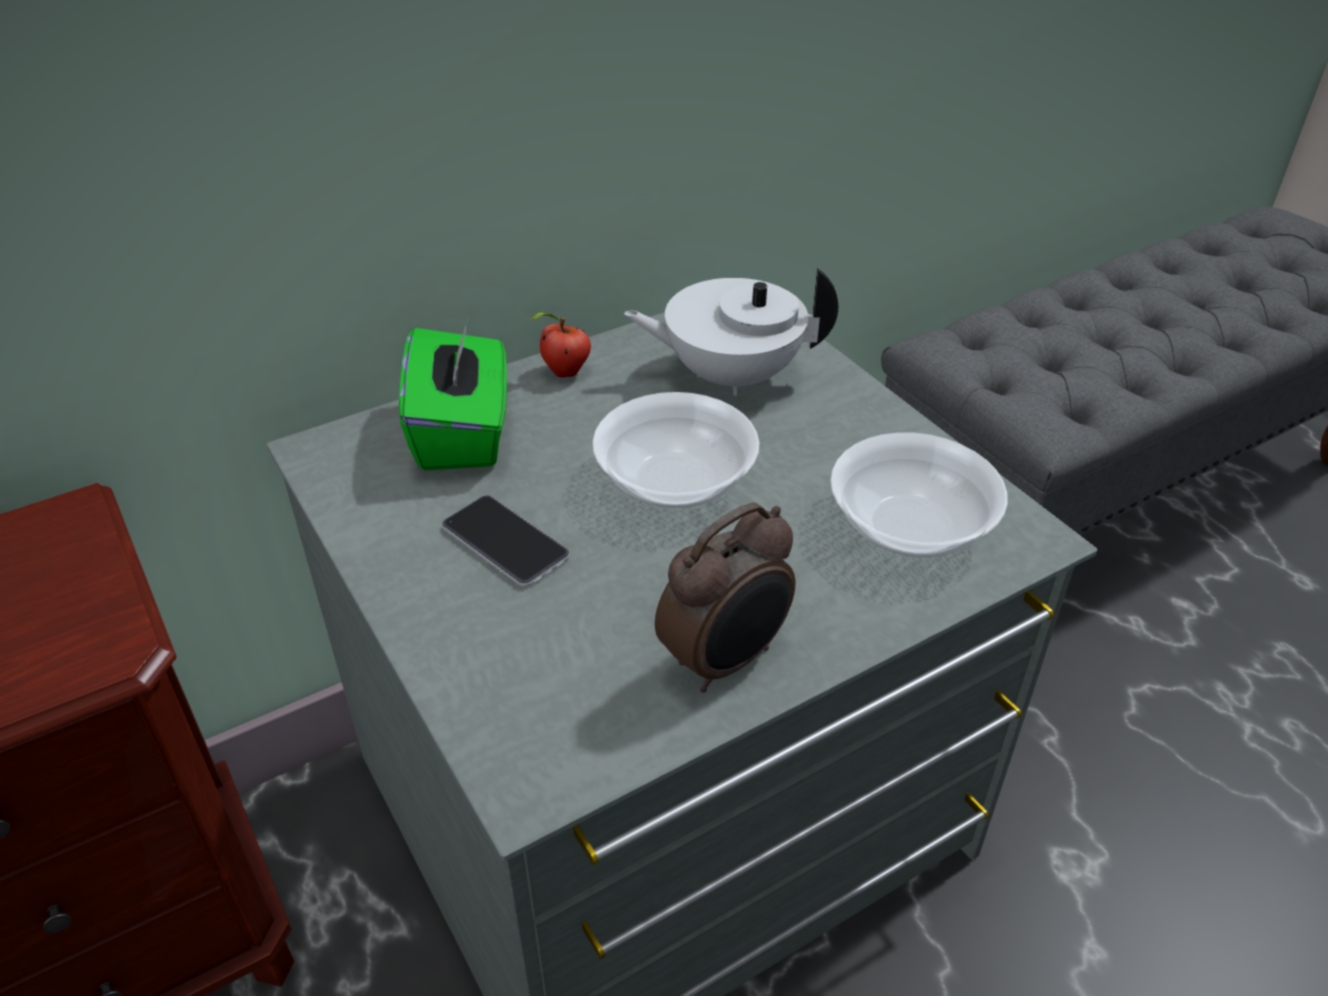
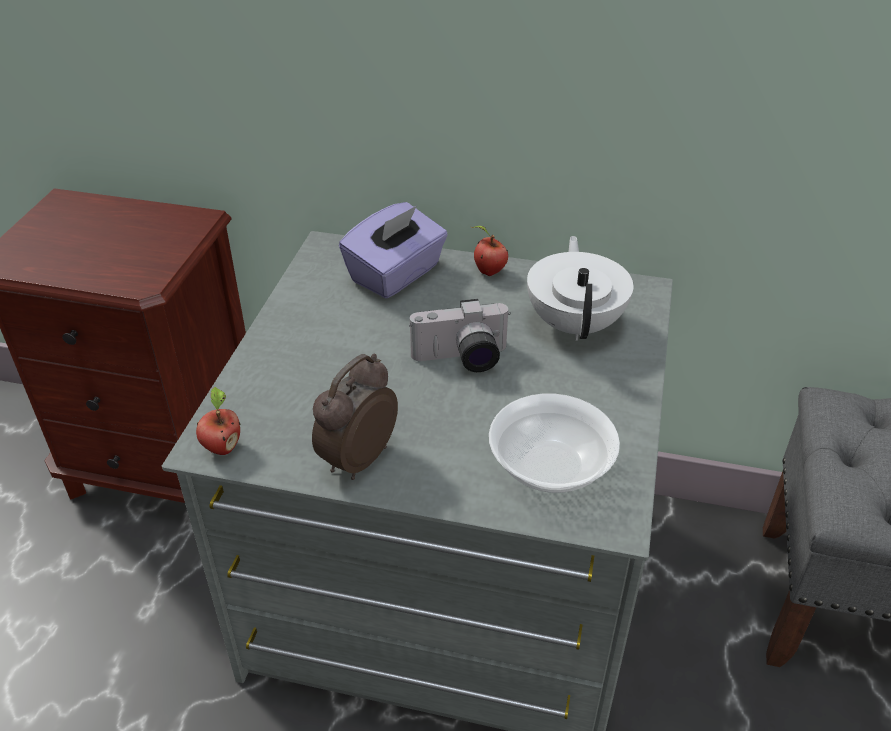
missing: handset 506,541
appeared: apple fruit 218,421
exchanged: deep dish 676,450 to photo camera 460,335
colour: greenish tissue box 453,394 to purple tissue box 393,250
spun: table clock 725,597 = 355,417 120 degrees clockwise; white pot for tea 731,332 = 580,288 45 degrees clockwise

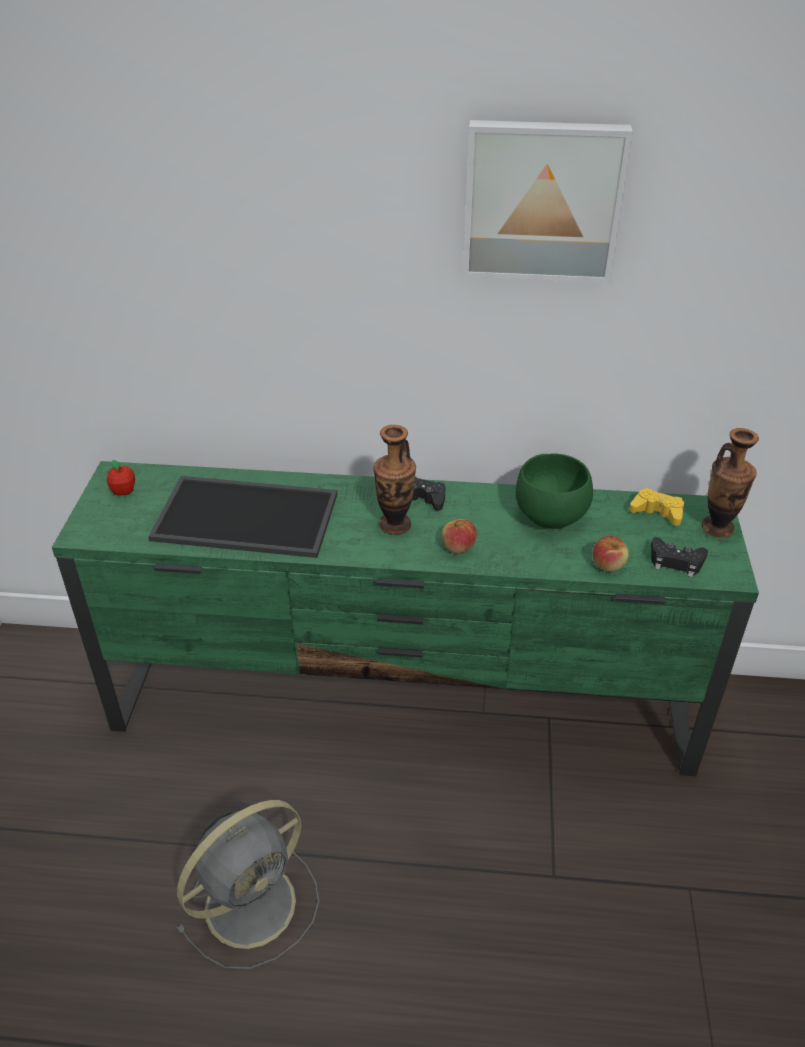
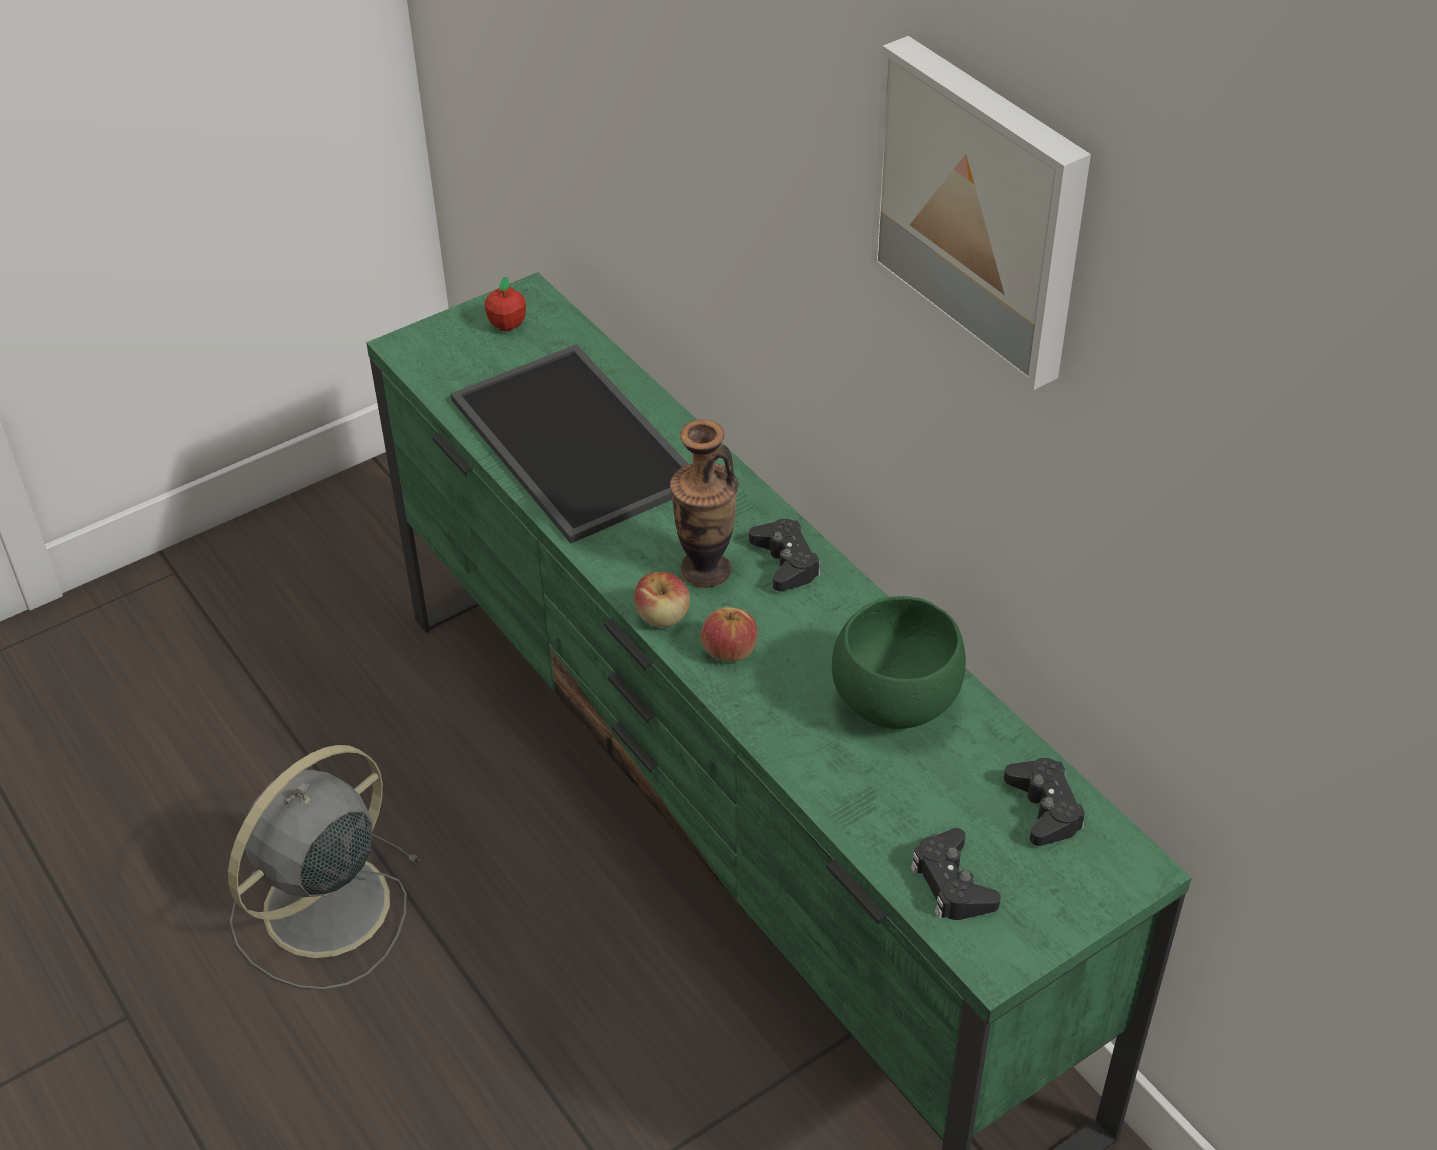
missing: decorative vase 730,483
relocated: apple fruit 610,554 to 662,599
colour: yellow joypad 656,506 to blackish joypad 1044,802
spun: greyish cooling fan 247,884 = 324,867 120 degrees clockwise

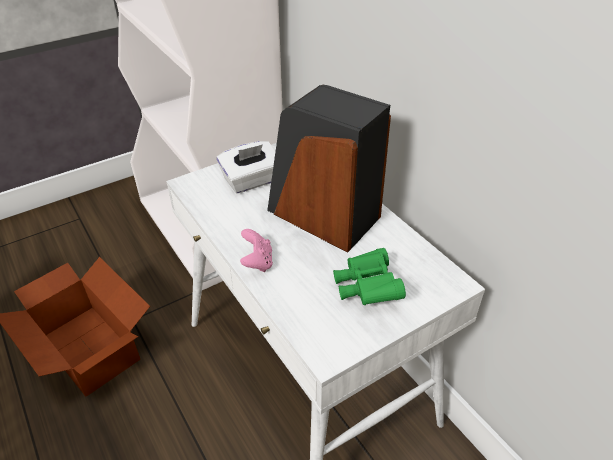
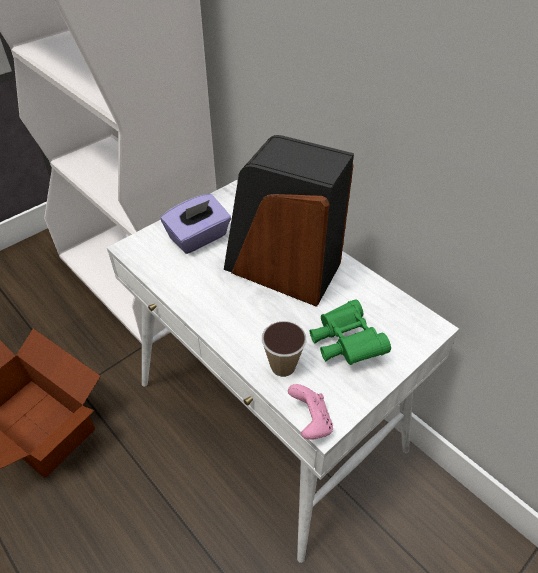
appeared: cup 284,349
relocated: pink-coloured joypad 256,250 to 310,412
colour: white tissue box 246,167 to purple tissue box 196,224

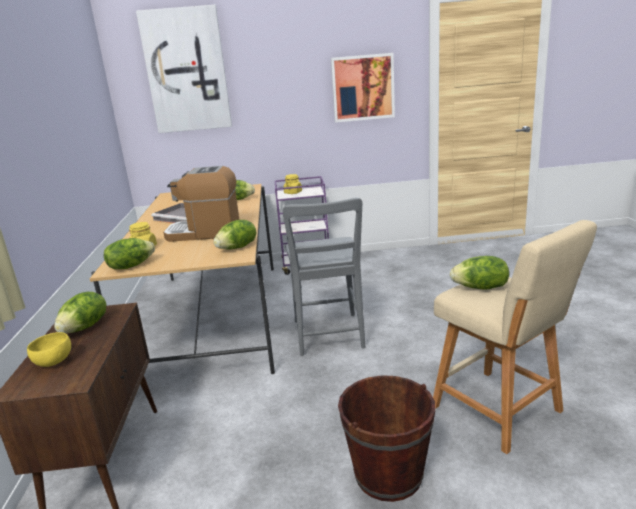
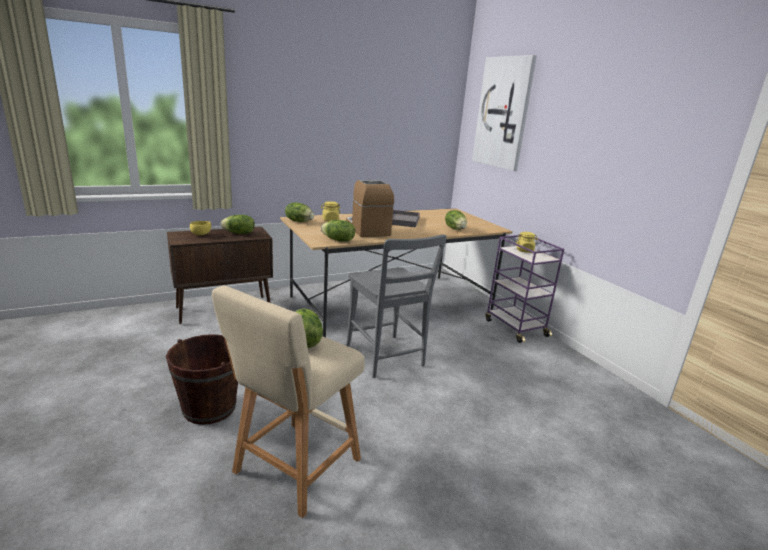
missing: wall art 363,87
spun: greyish chair 324,277 = 396,306 90 degrees counterclockwise

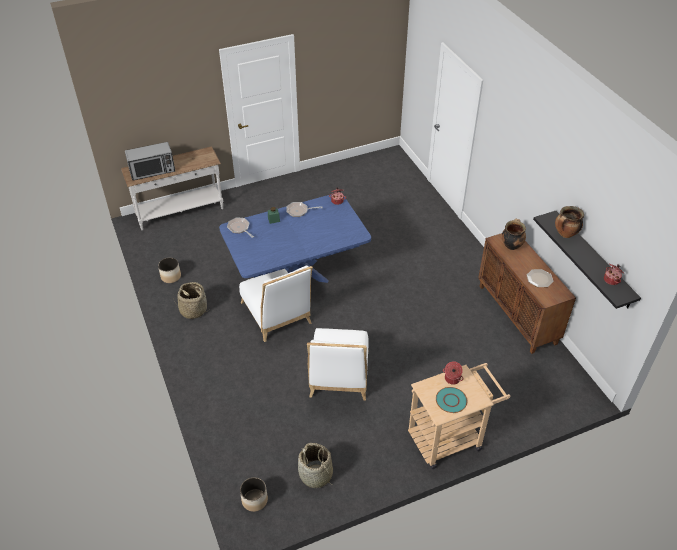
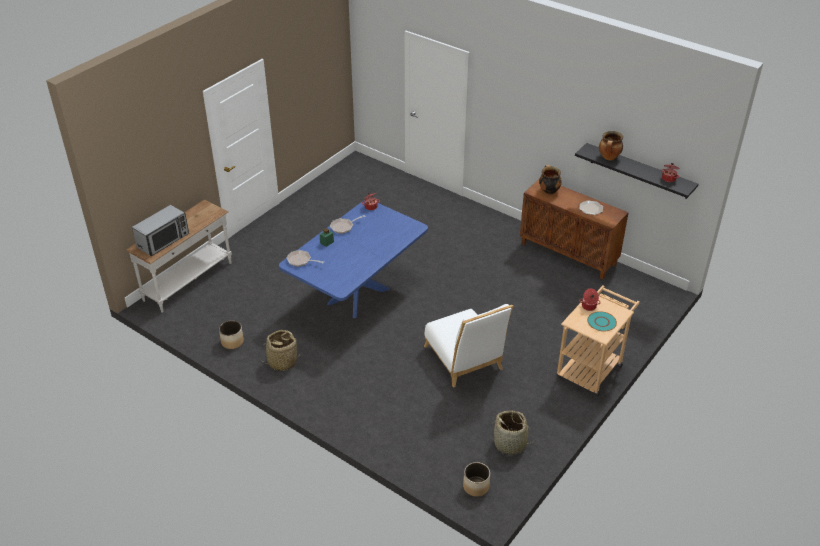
missing: white chair 276,304

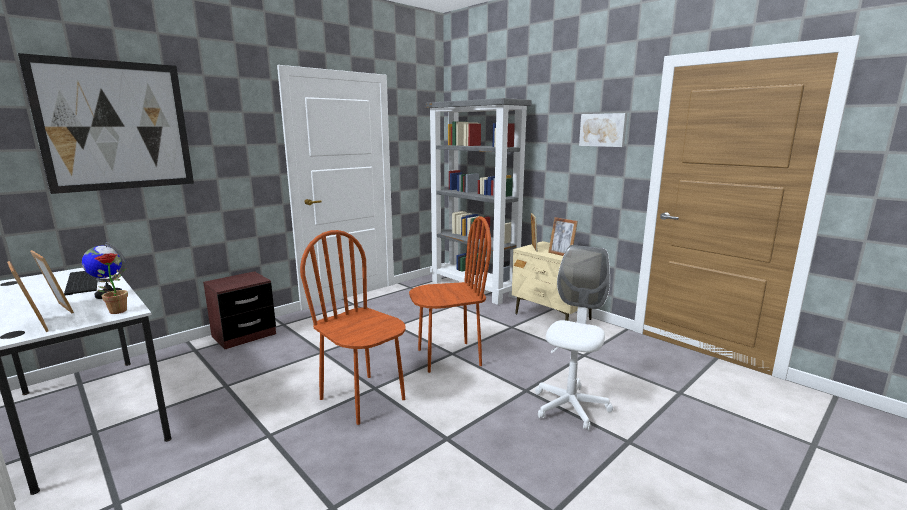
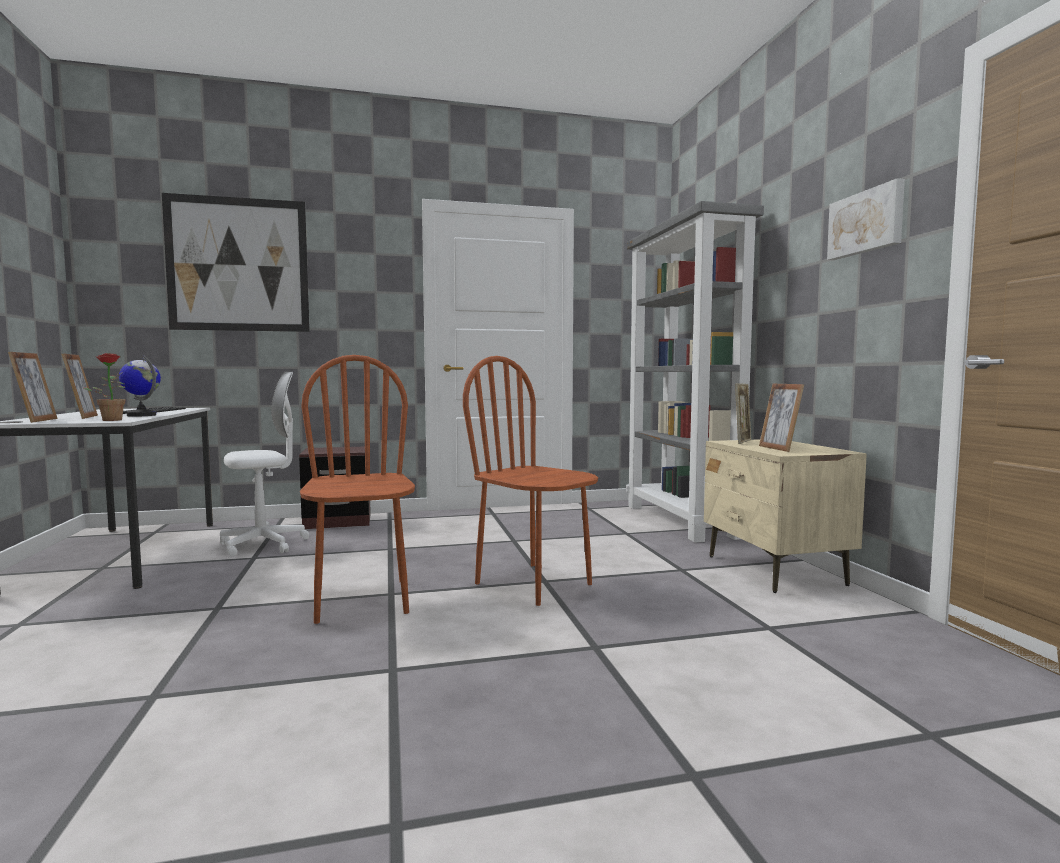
relocated: white desk chair 574,338 to 265,464
spun: brown chair 450,294 = 530,481 150 degrees counterclockwise

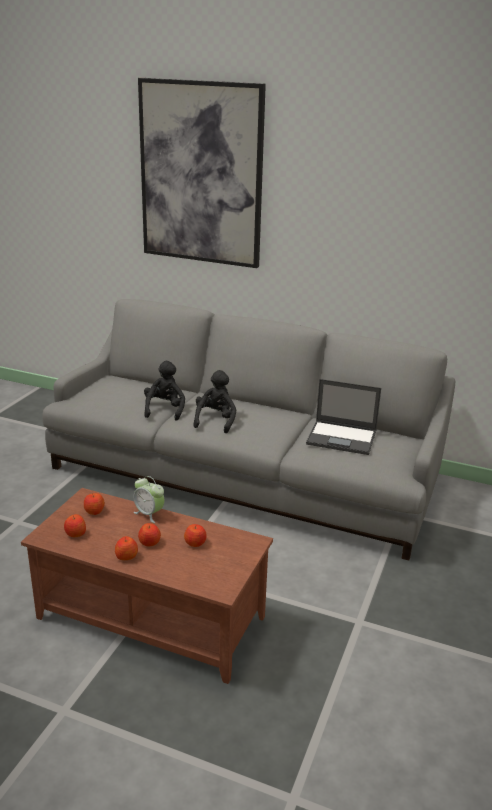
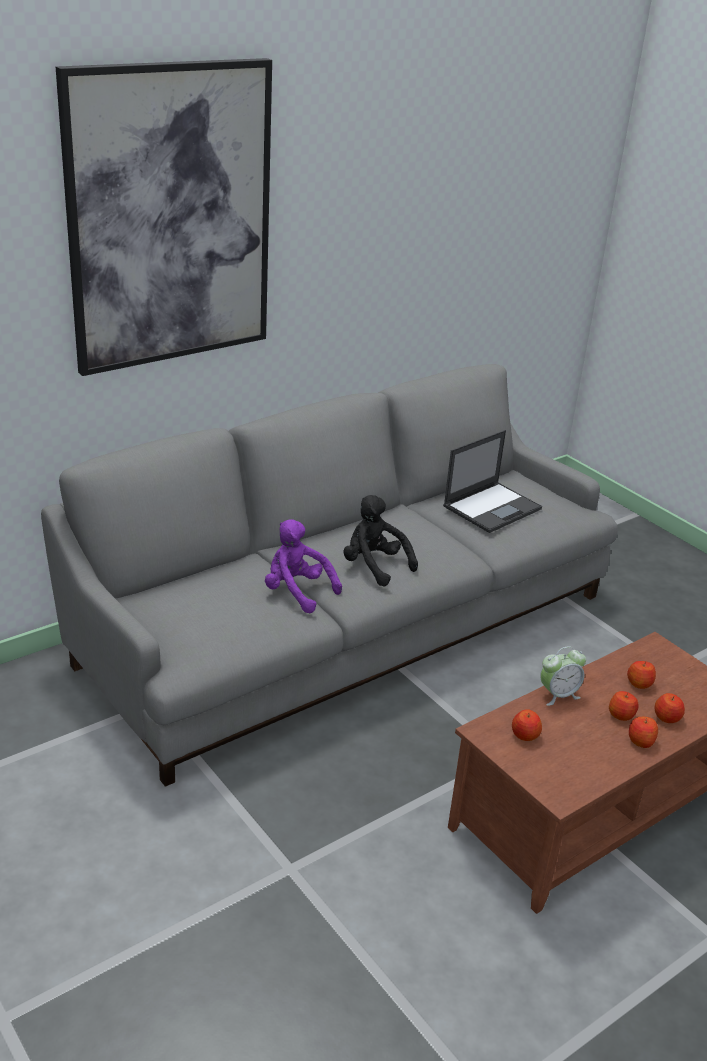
relocated: apple fruit 75,525 to 669,708
colour: blackish soft toy 164,391 to purple soft toy 303,566

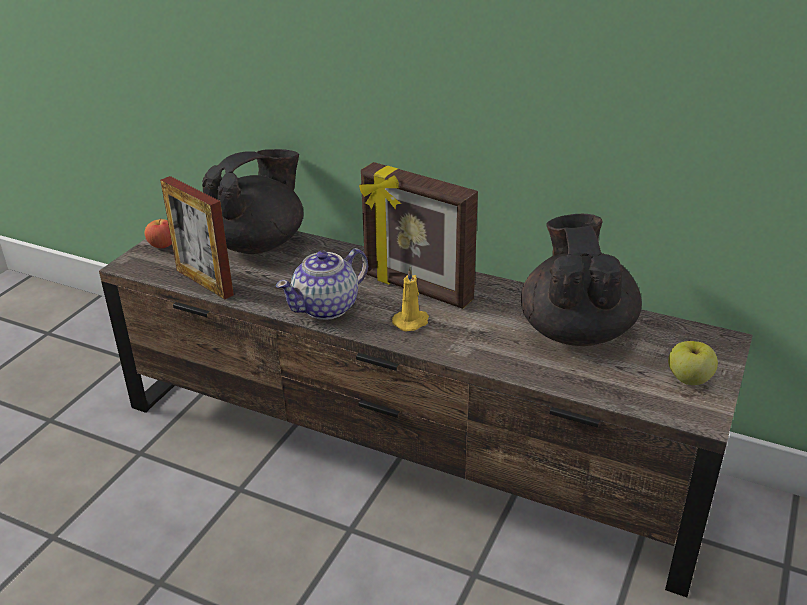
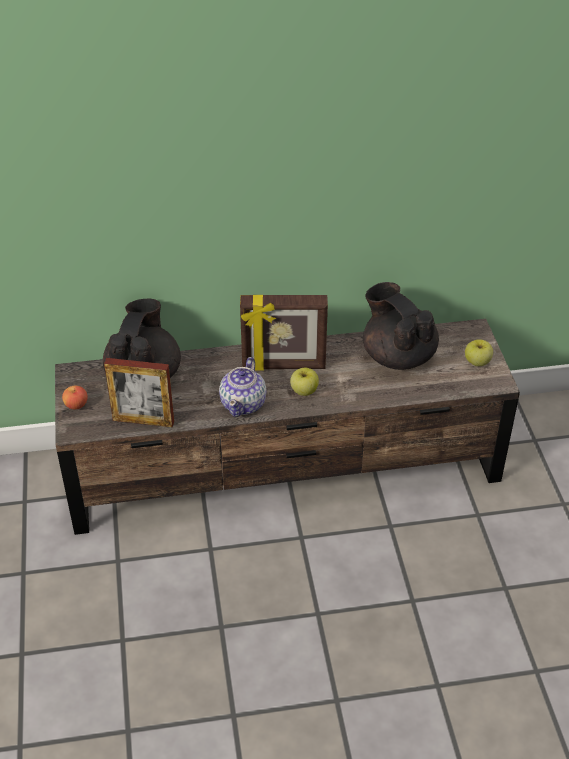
exchanged: yellow wax candle 410,298 to apple fruit 304,382

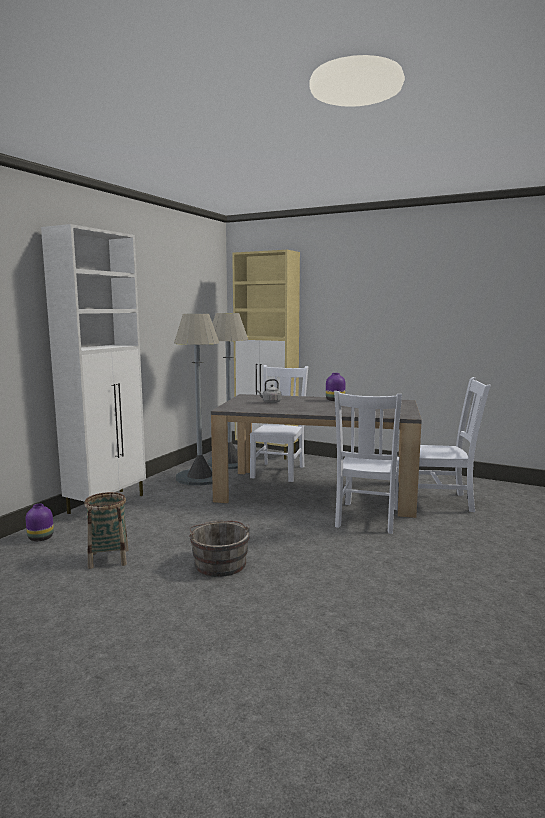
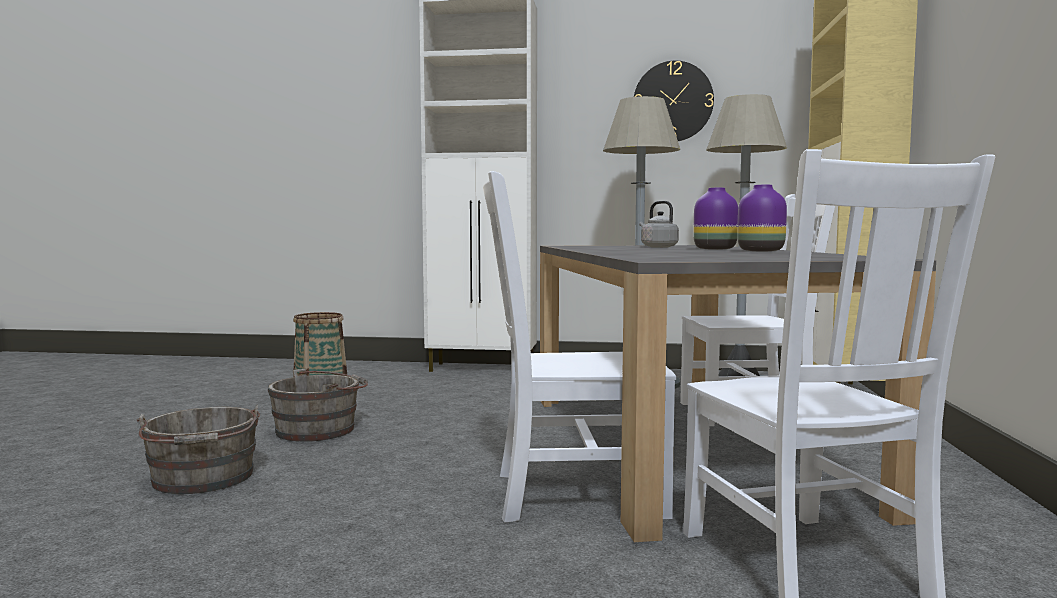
appeared: greyish water bucket 198,449; clock on the wall 674,101
relocated: purple decorative vase 40,522 to 715,219

